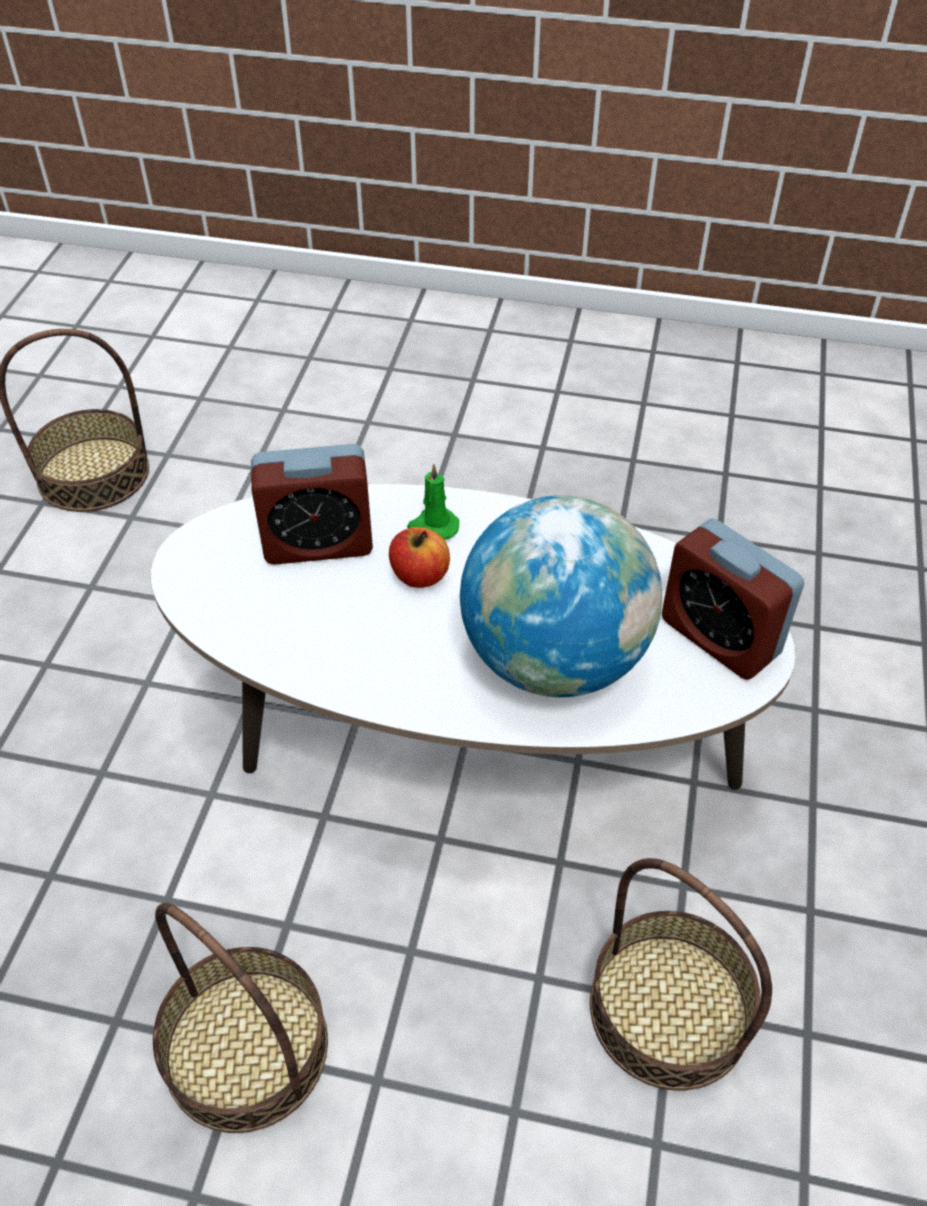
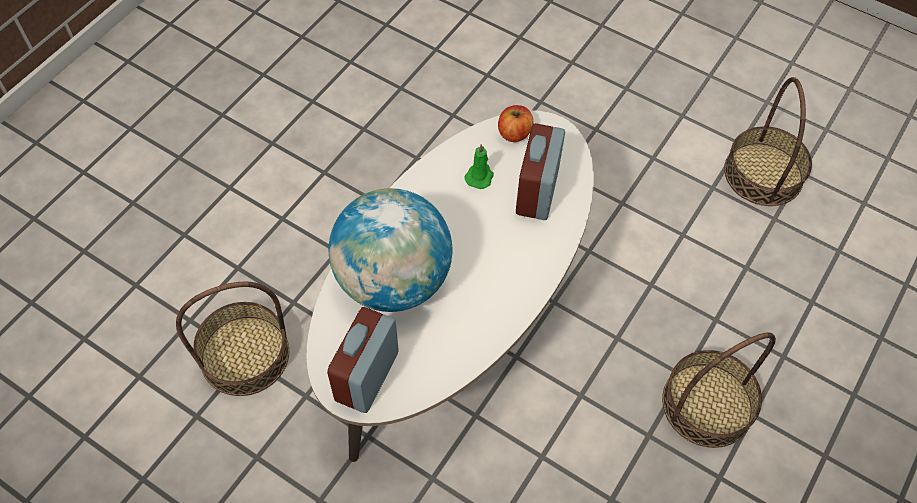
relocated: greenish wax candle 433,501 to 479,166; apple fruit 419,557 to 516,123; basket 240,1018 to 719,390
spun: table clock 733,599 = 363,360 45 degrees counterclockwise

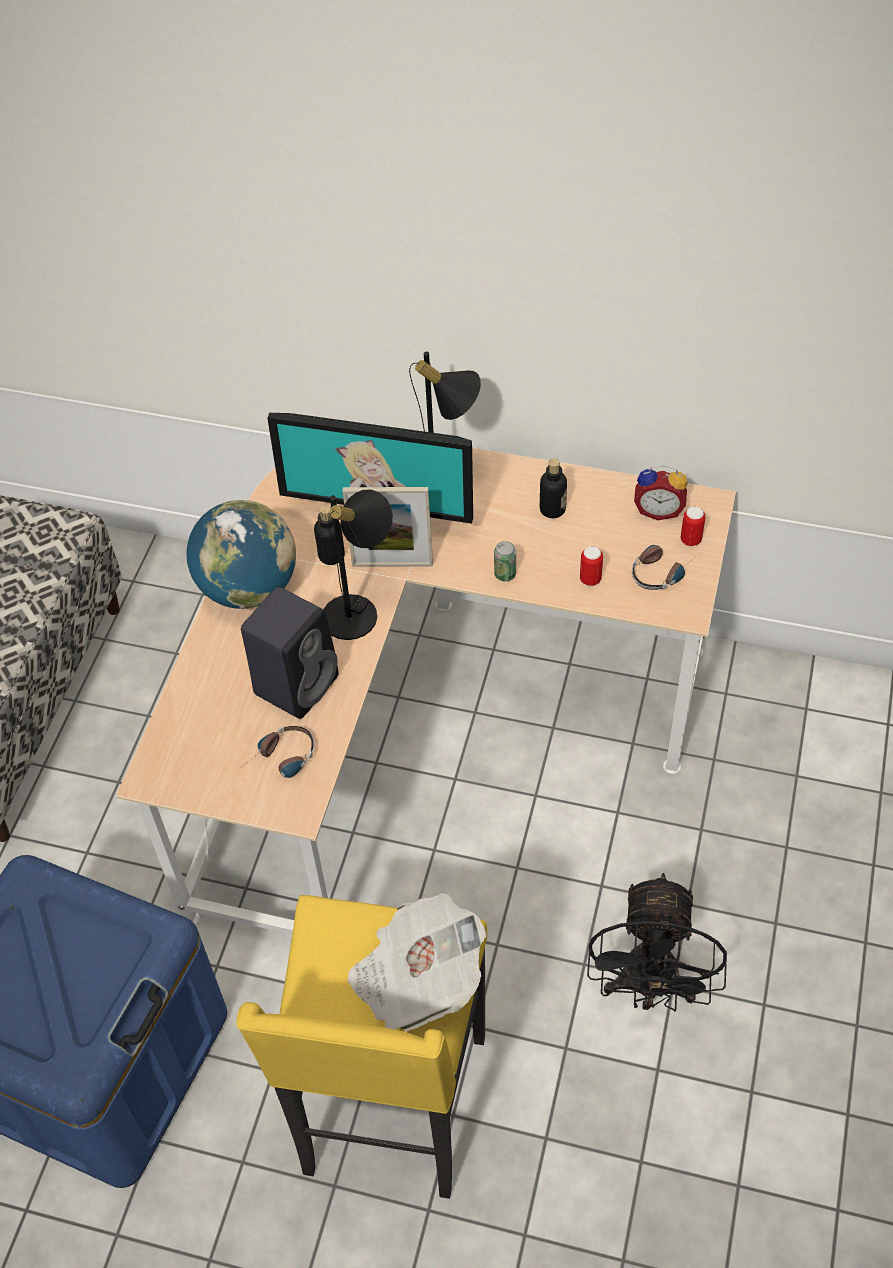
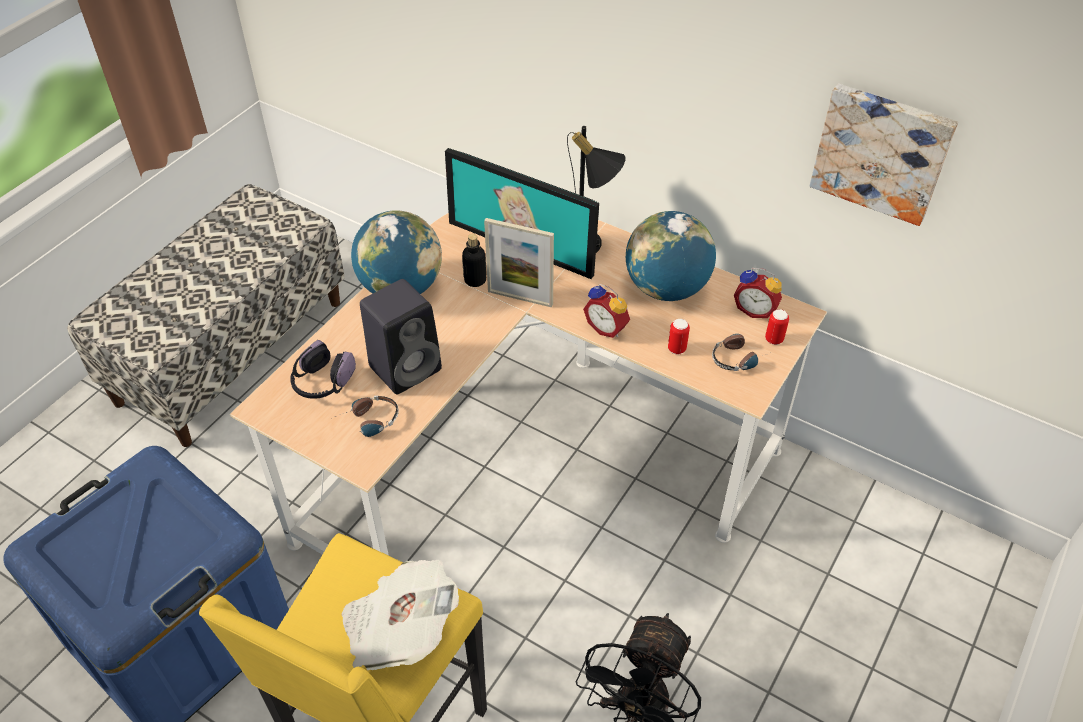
missing: blackish table lamp 358,565
appeared: headset 323,369; wall art 884,155
exchanged: can 505,561 to table clock 606,311; beverage bottle 553,488 to world globe 671,256

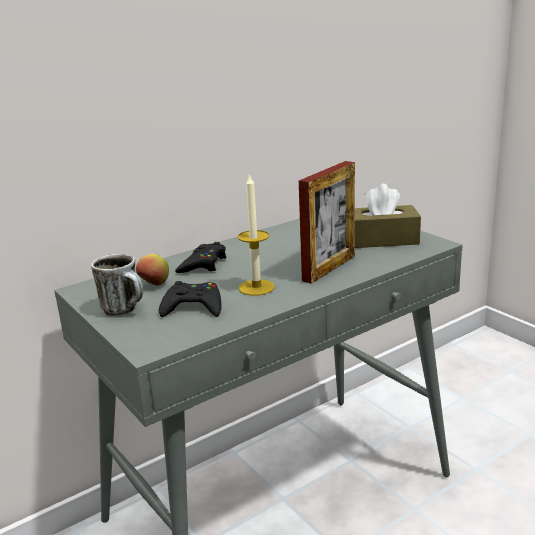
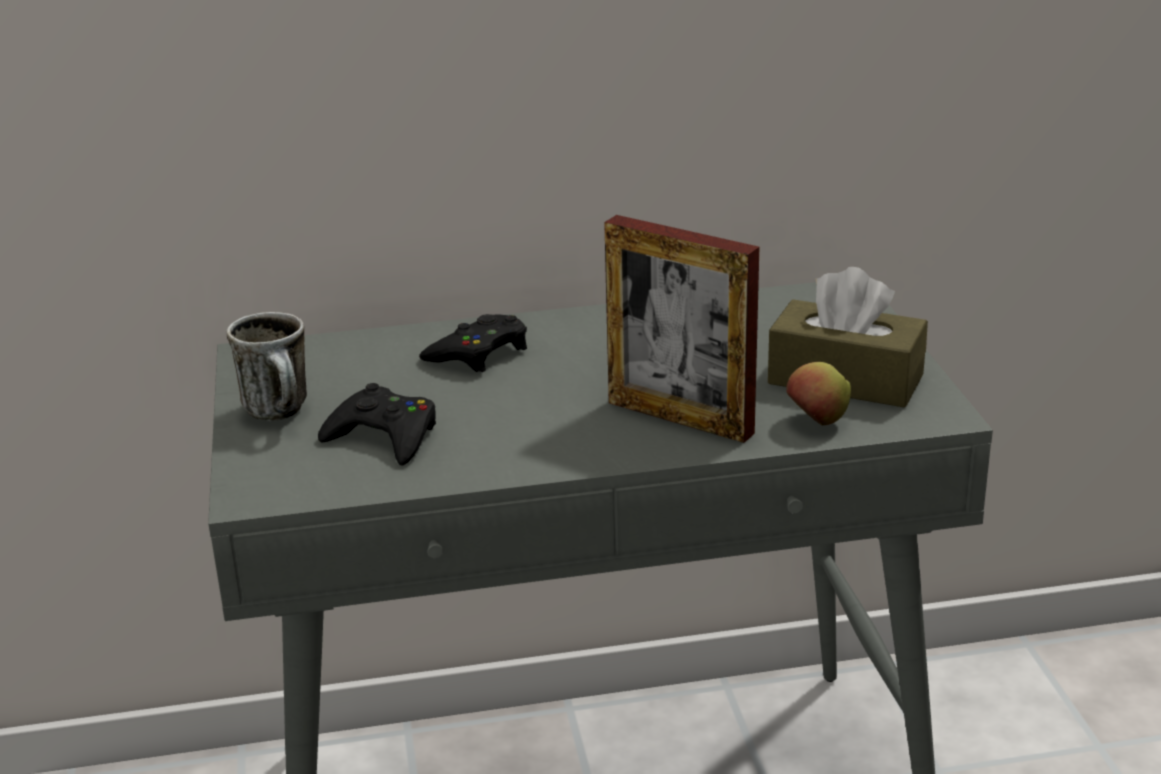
missing: wax candle 256,234
relocated: apple fruit 152,270 to 818,394
spun: picture frame 327,222 = 681,329 60 degrees clockwise

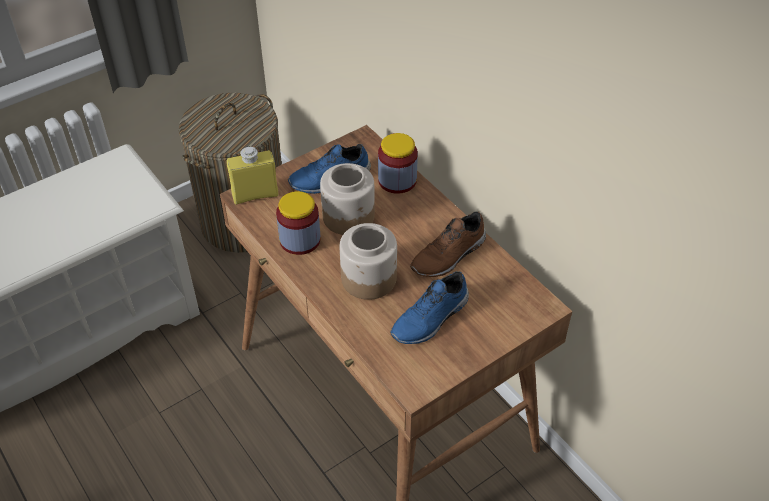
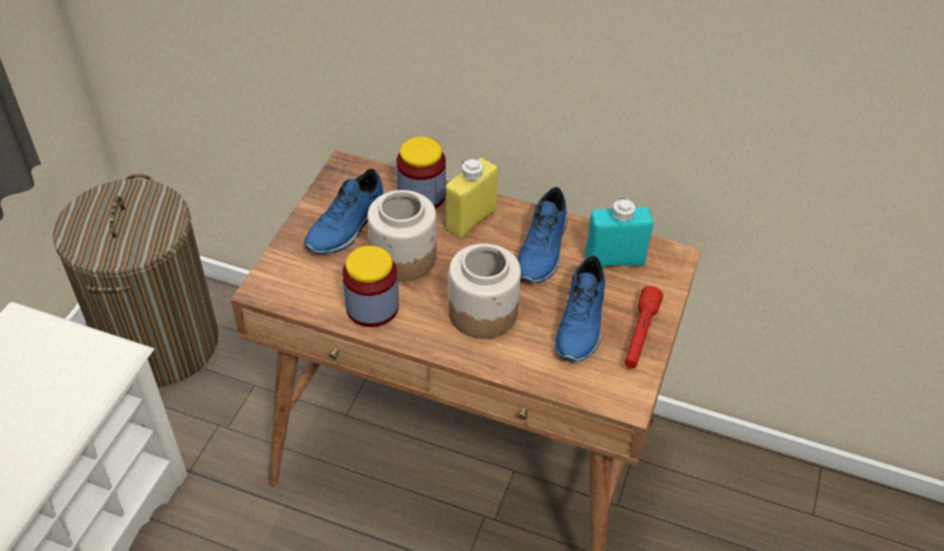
appeared: turquoise-coloured beverage bottle 619,232; reddish flashlight 643,327
relocated: yellow beverage bottle 252,175 to 471,198
colour: brown item of footwear 448,244 to blue-coloured item of footwear 542,235

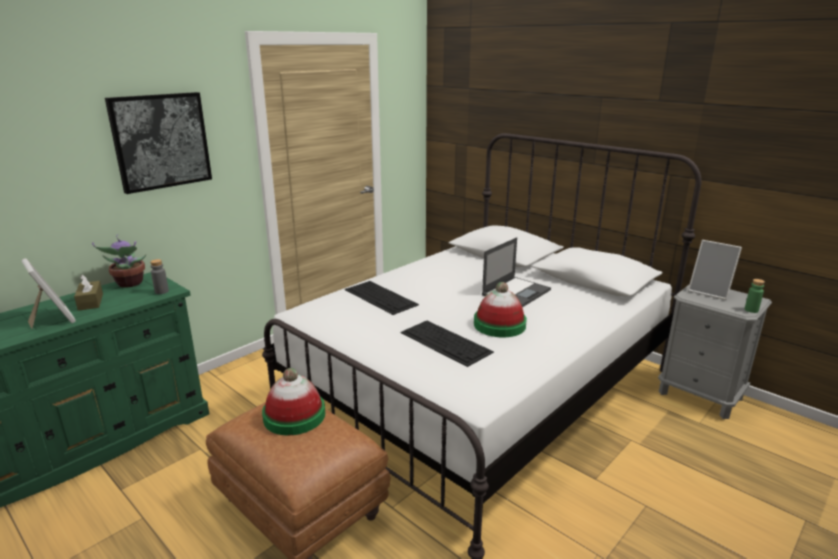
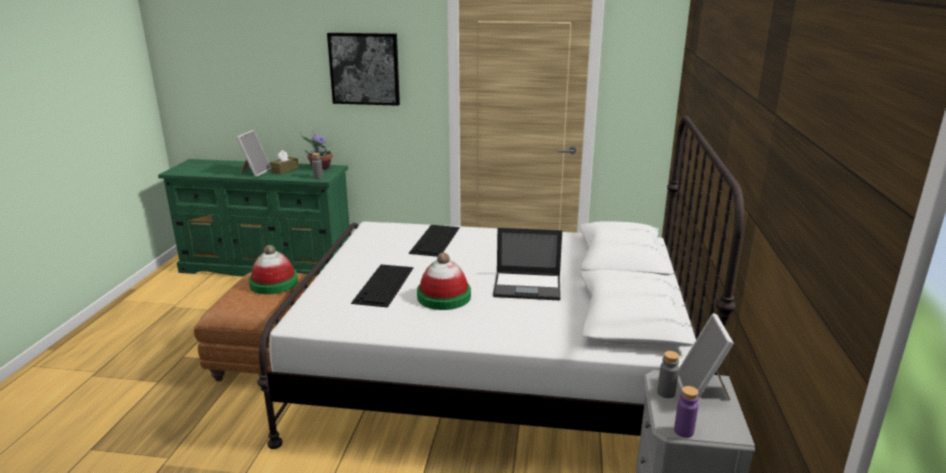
appeared: greyish beverage bottle 668,374
colour: greenish beverage bottle 755,296 to purple beverage bottle 686,412

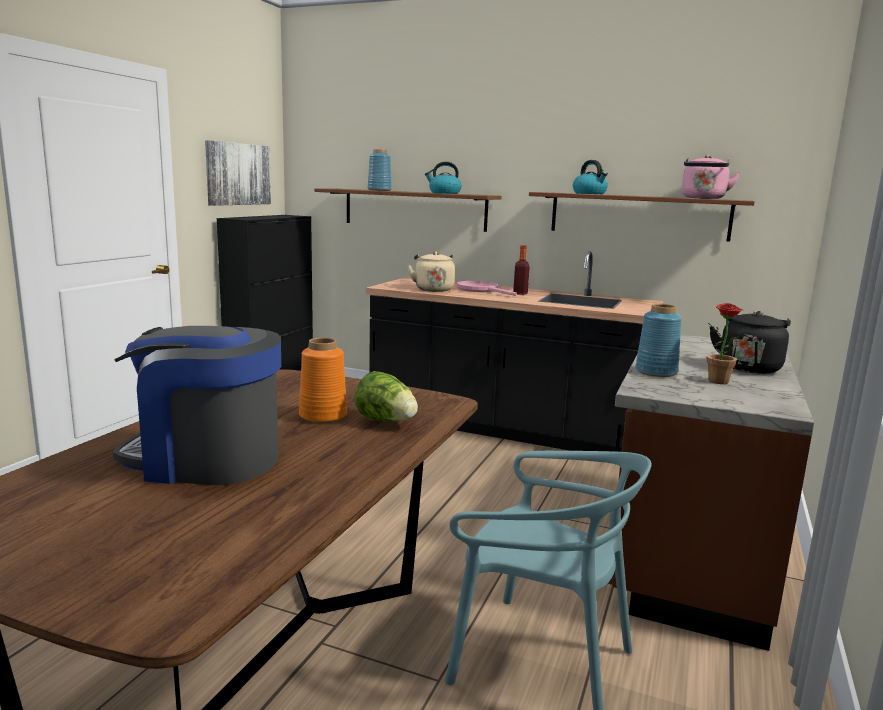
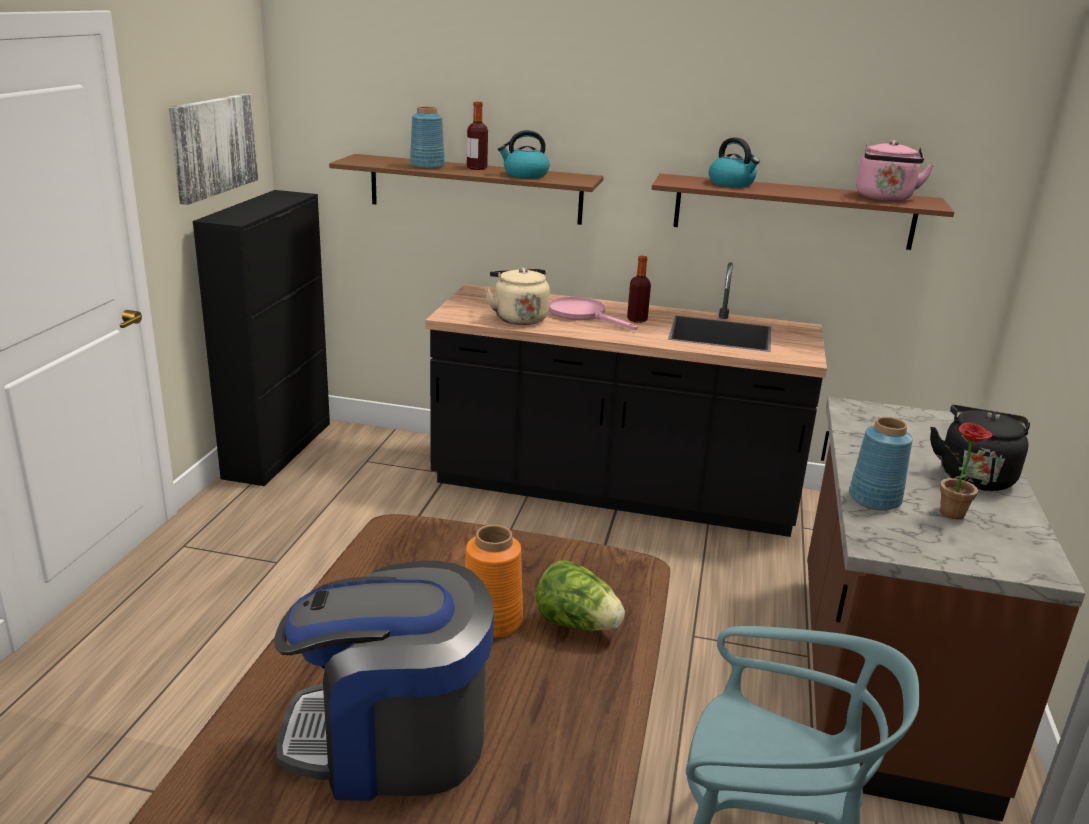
appeared: beverage bottle 477,135

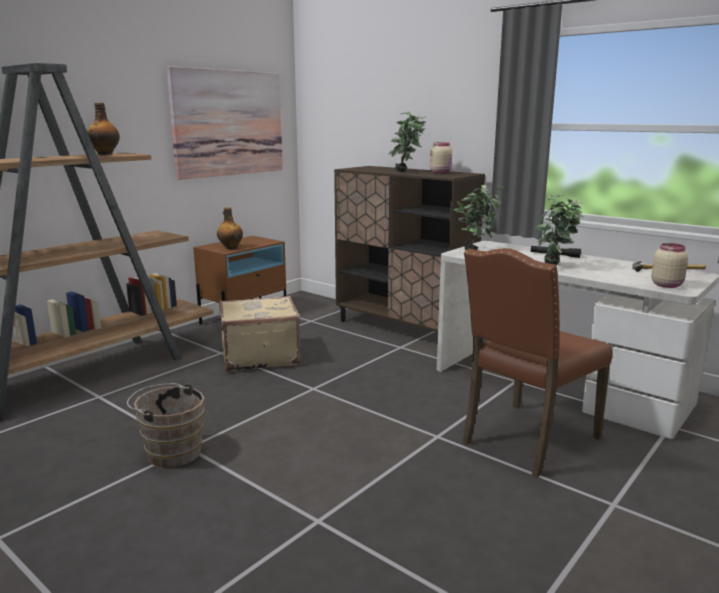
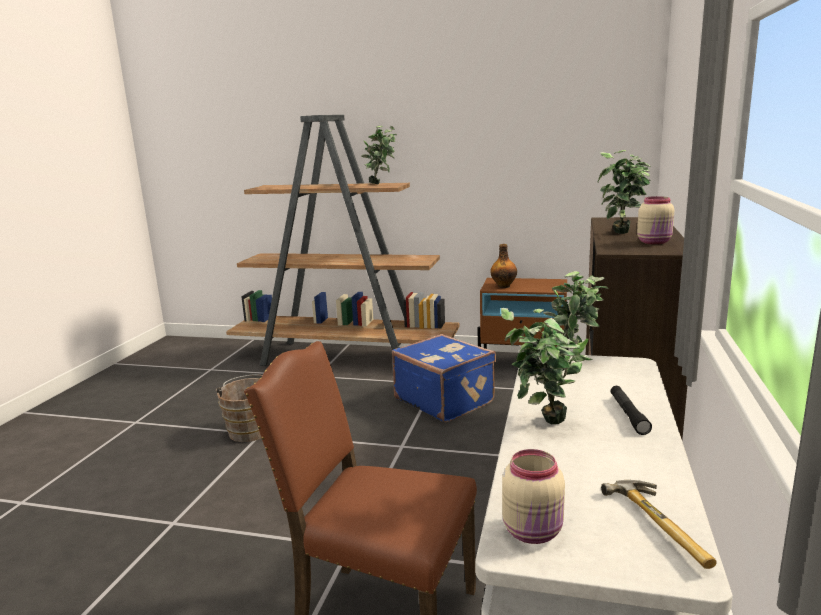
missing: wall art 224,123
exchanged: beverage bottle 103,129 to houseplant 379,155
colour: beige-coloured suitcase 259,334 to blue-coloured suitcase 444,378

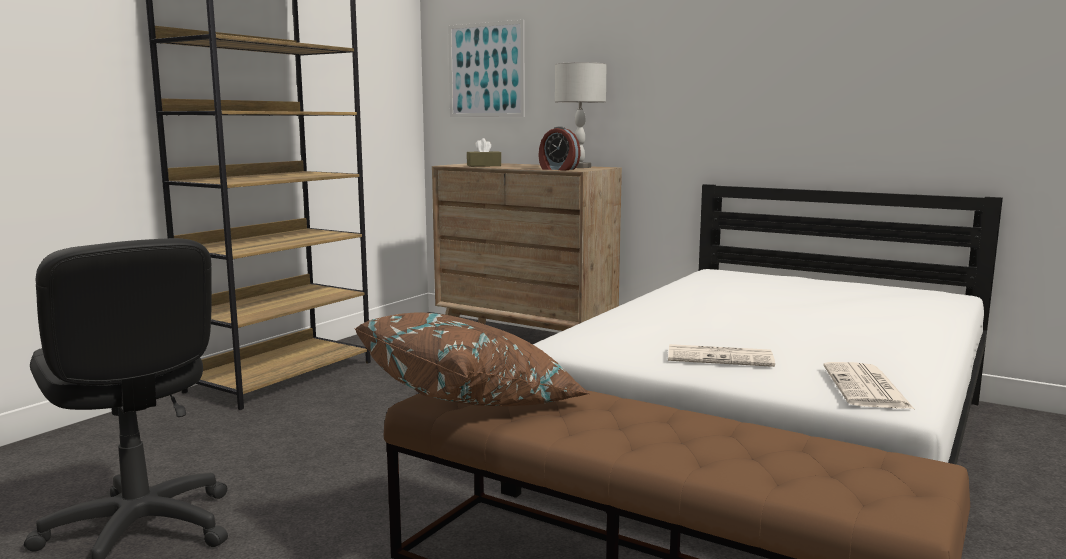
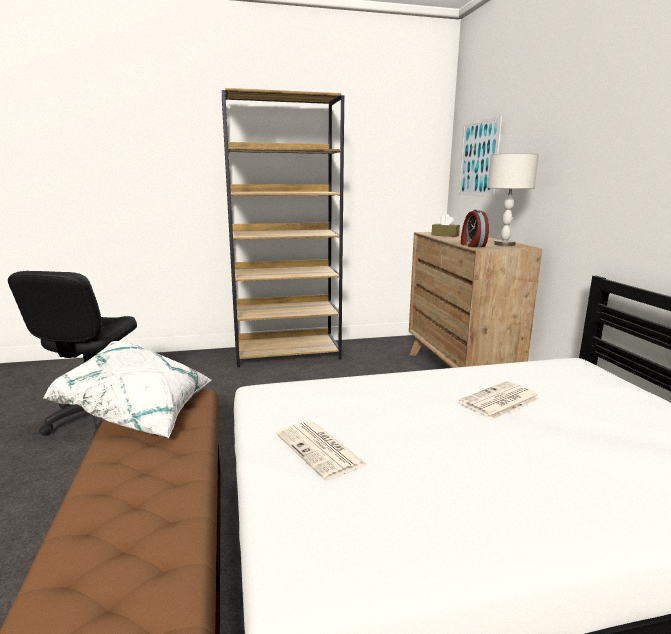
relocated: newspaper 868,385 to 499,400
colour: brown cushion 472,359 to white cushion 127,389

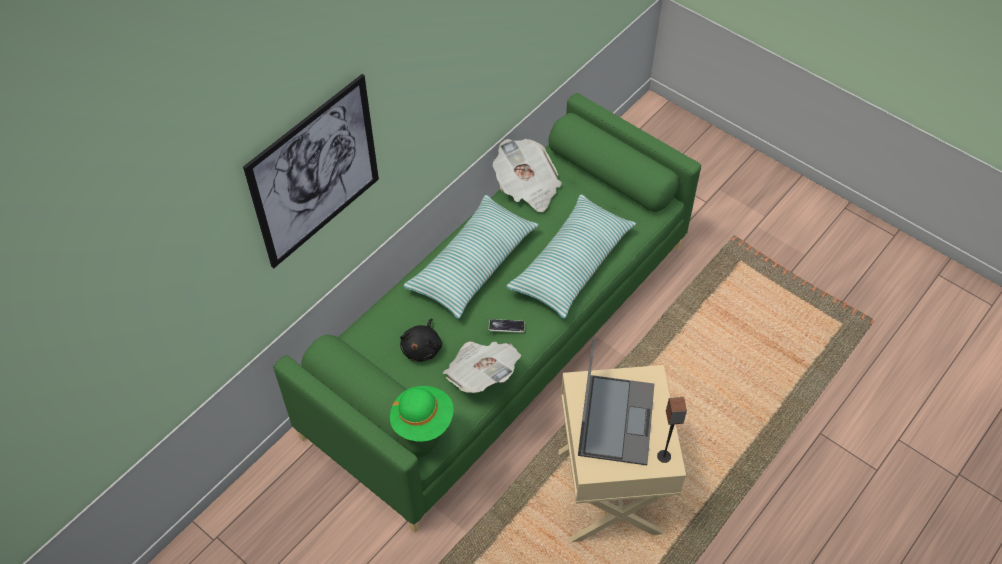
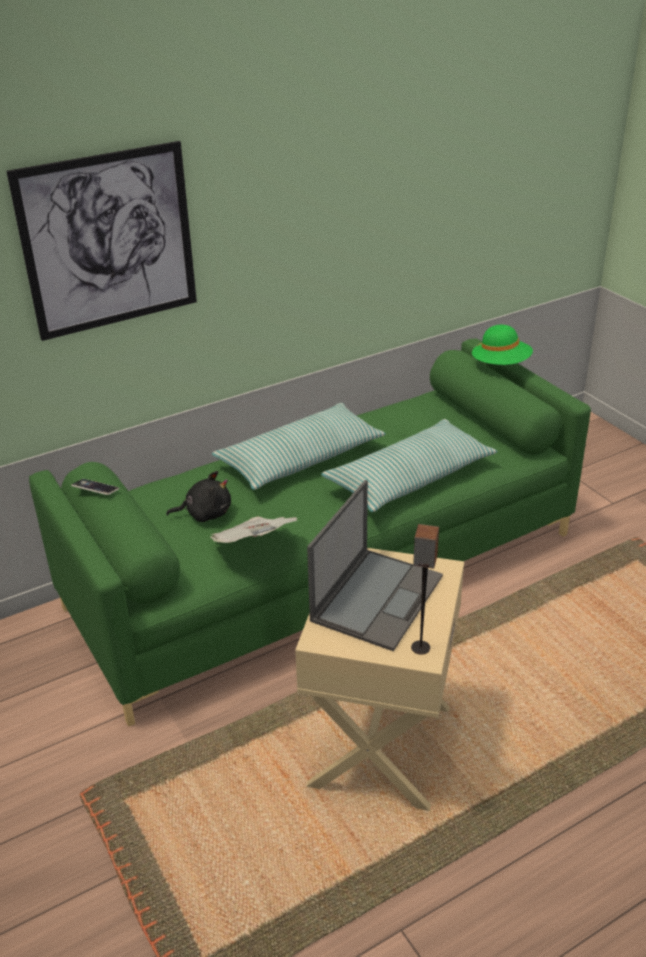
missing: newspaper 527,175
relocated: handset 507,326 to 95,487; greenish hat 422,413 to 502,345
spun: blackish soft toy 421,340 = 198,496 135 degrees counterclockwise

